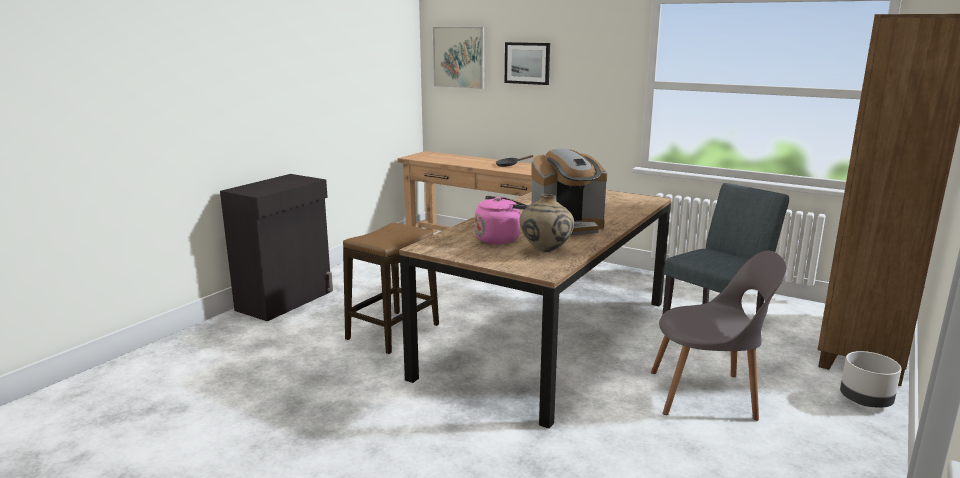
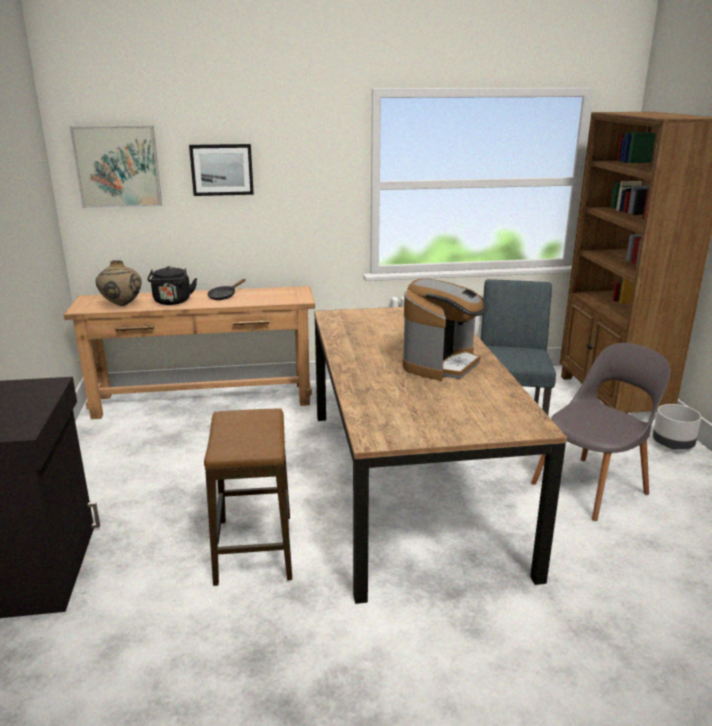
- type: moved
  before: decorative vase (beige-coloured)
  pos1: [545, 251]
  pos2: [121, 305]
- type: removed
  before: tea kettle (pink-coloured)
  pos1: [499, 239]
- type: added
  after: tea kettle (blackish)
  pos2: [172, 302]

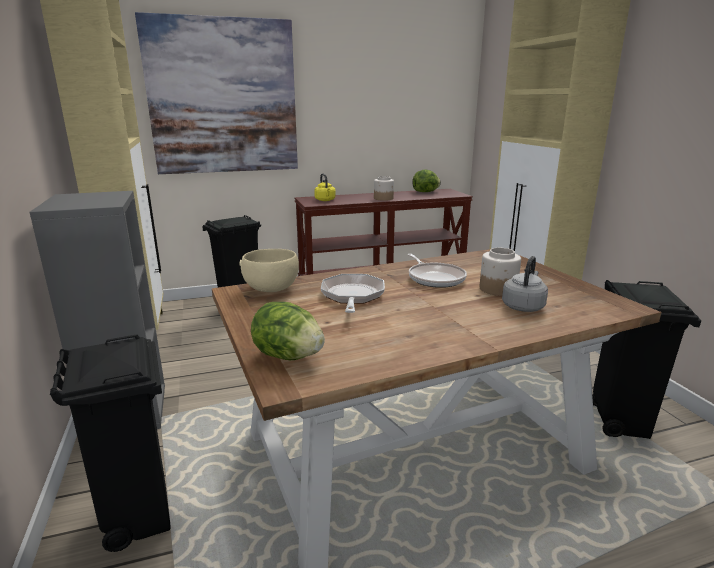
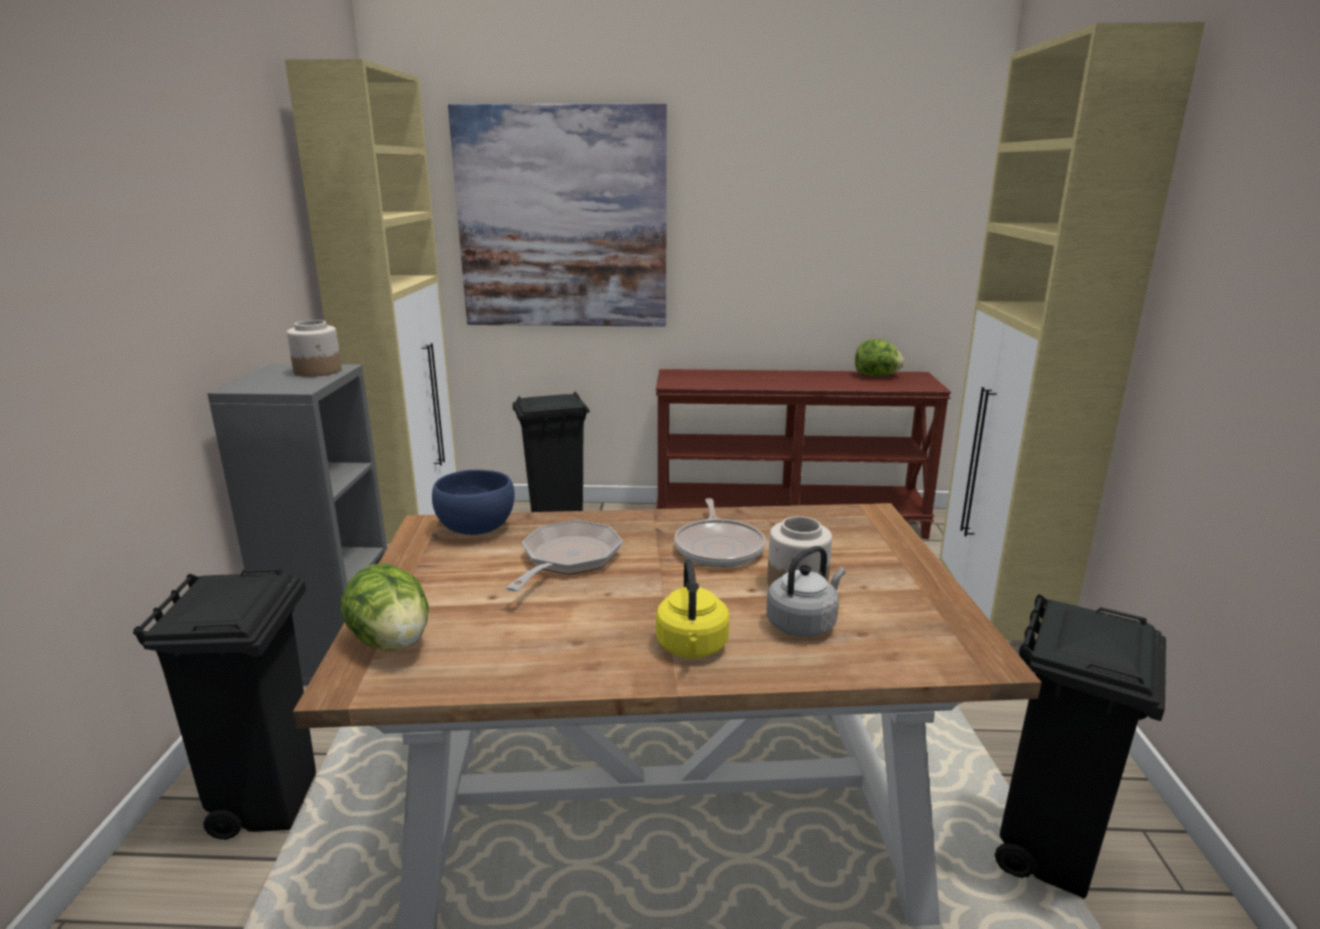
- type: moved
  before: tea kettle (yellow)
  pos1: [325, 200]
  pos2: [692, 648]
- type: moved
  before: jar
  pos1: [383, 198]
  pos2: [318, 371]
- type: recoloured
  before: serving bowl (beige-coloured)
  after: serving bowl (bluish)
  pos1: [271, 289]
  pos2: [476, 529]

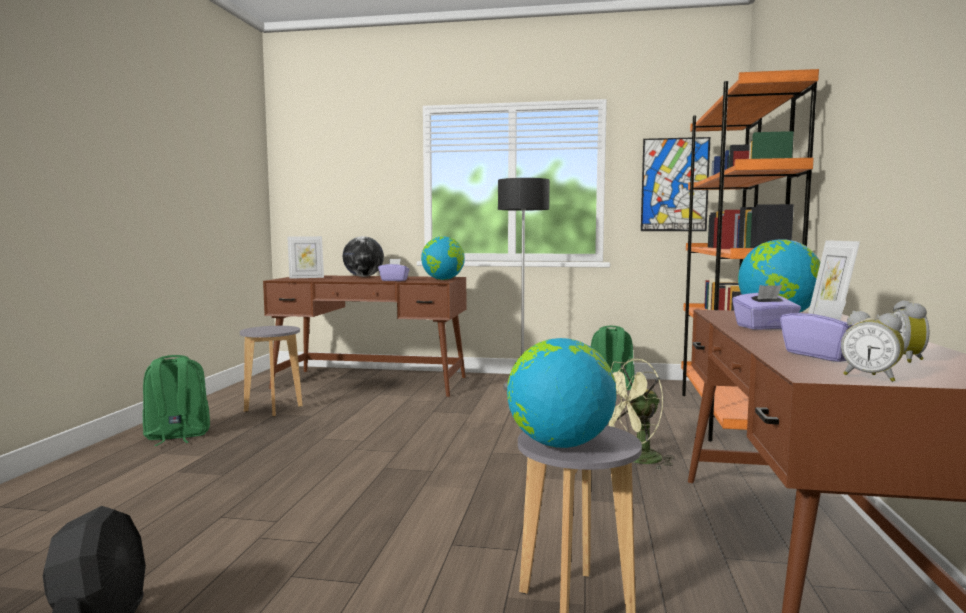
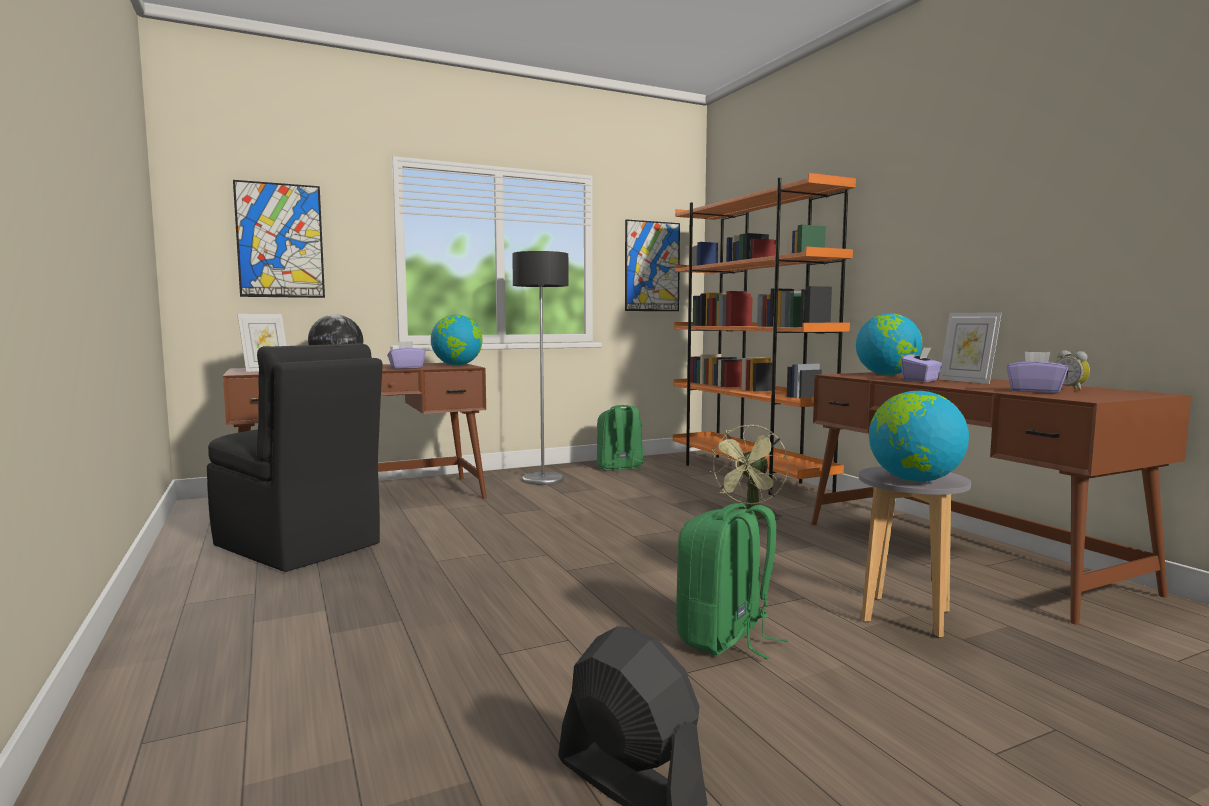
- type: removed
  before: alarm clock
  pos1: [870, 377]
- type: replaced
  before: sitting stool (gray)
  after: upright chair (blackish)
  pos1: [273, 409]
  pos2: [299, 546]
- type: moved
  before: knapsack (green-coloured)
  pos1: [177, 436]
  pos2: [725, 639]
- type: added
  after: wall picture
  pos2: [280, 240]

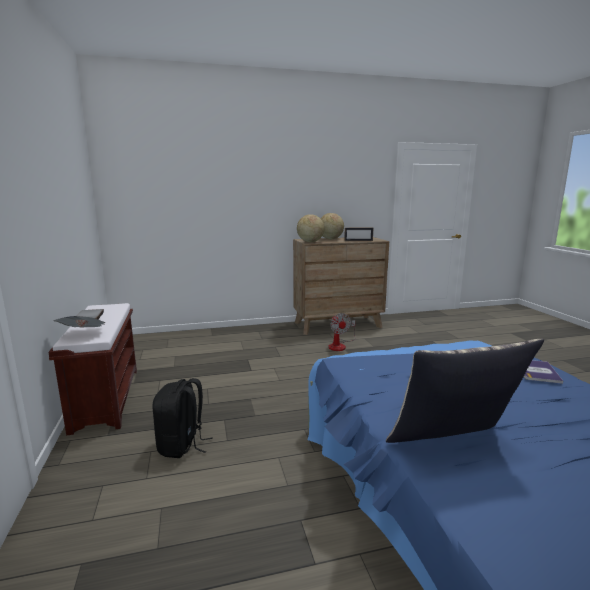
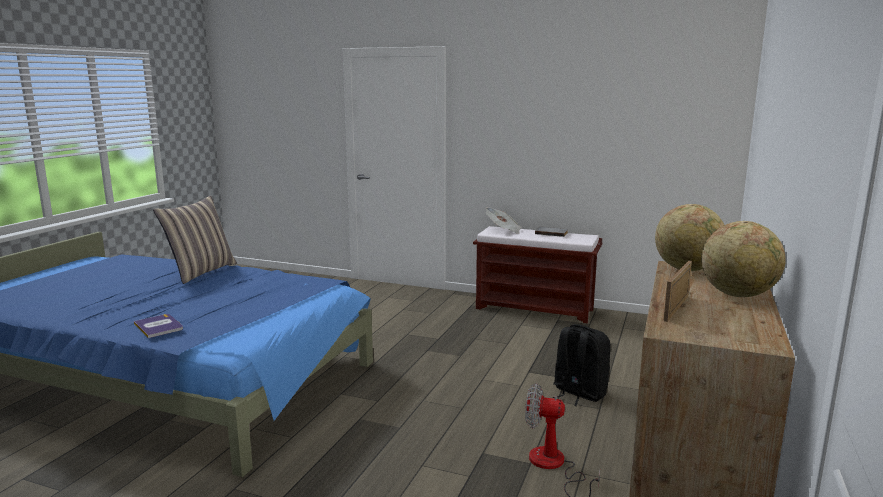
- type: moved
  before: knapsack (blackish)
  pos1: [182, 445]
  pos2: [578, 393]

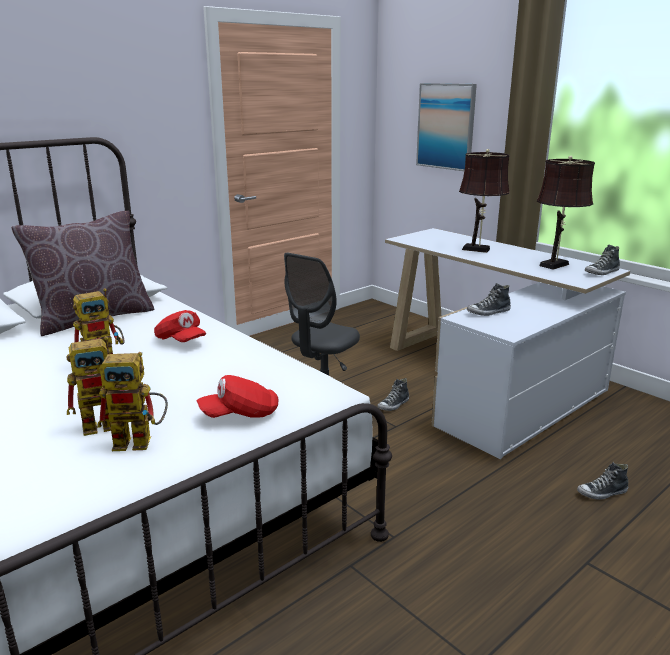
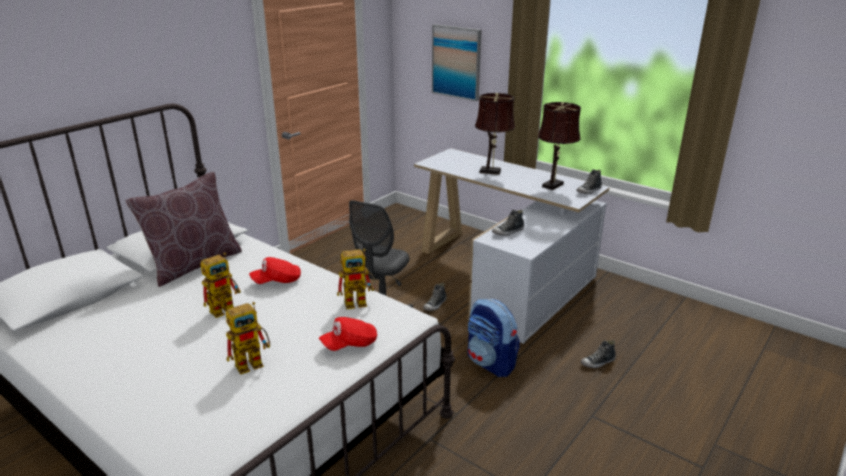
- type: turned
  before: baseball cap (red-coloured)
  pos1: [180, 341]
  pos2: [277, 281]
  turn: 120
- type: moved
  before: model robot
  pos1: [141, 441]
  pos2: [360, 302]
- type: added
  after: knapsack
  pos2: [491, 363]

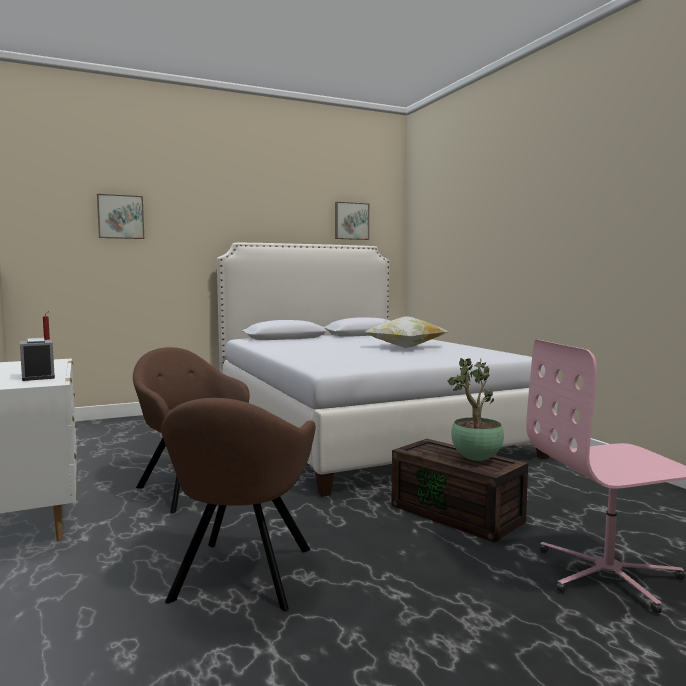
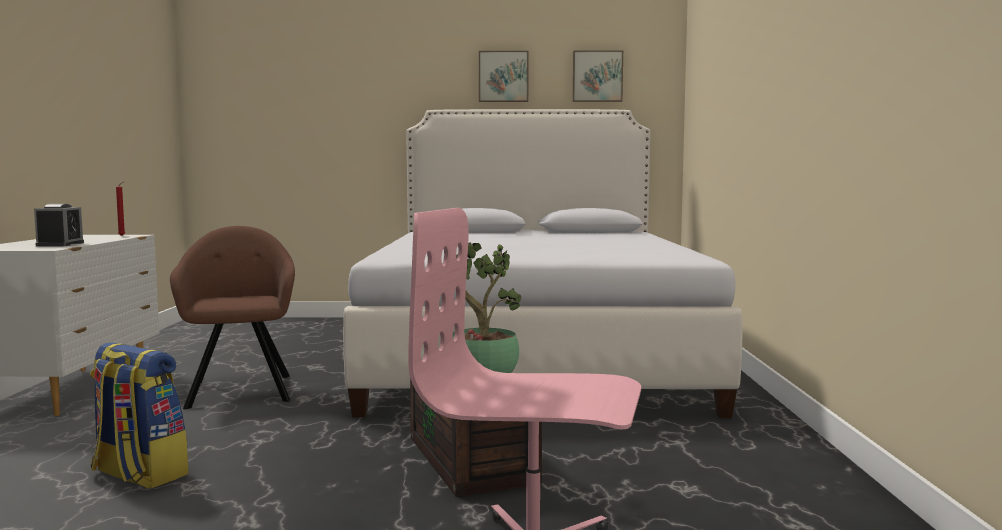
- type: moved
  before: wall picture
  pos1: [120, 217]
  pos2: [503, 77]
- type: removed
  before: throw pillow
  pos1: [405, 347]
- type: replaced
  before: easy chair (brownish)
  after: knapsack
  pos1: [241, 577]
  pos2: [138, 475]

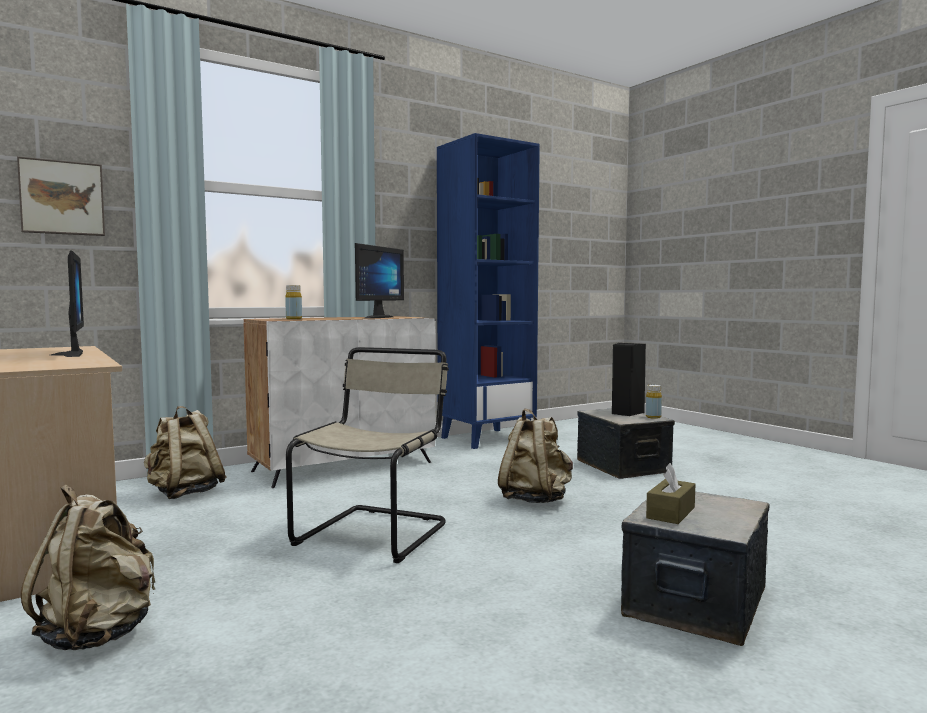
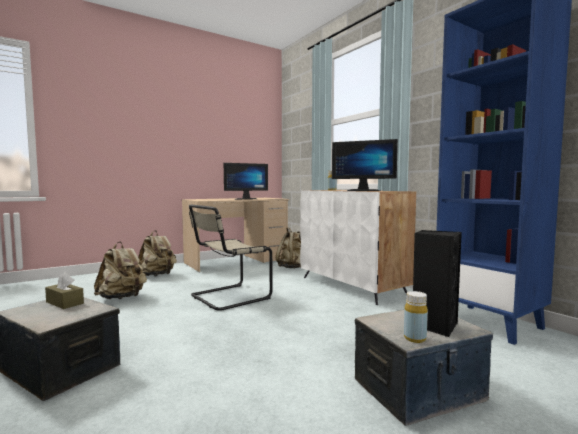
- type: removed
  before: wall picture
  pos1: [62, 198]
- type: turned
  before: upright chair (beige-coloured)
  pos1: [375, 532]
  pos2: [227, 297]
  turn: 120
- type: moved
  before: knapsack (beige-coloured)
  pos1: [535, 500]
  pos2: [122, 298]

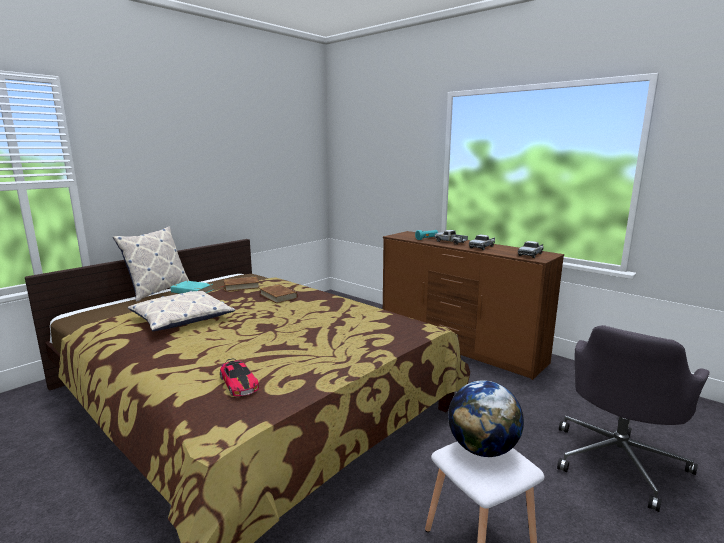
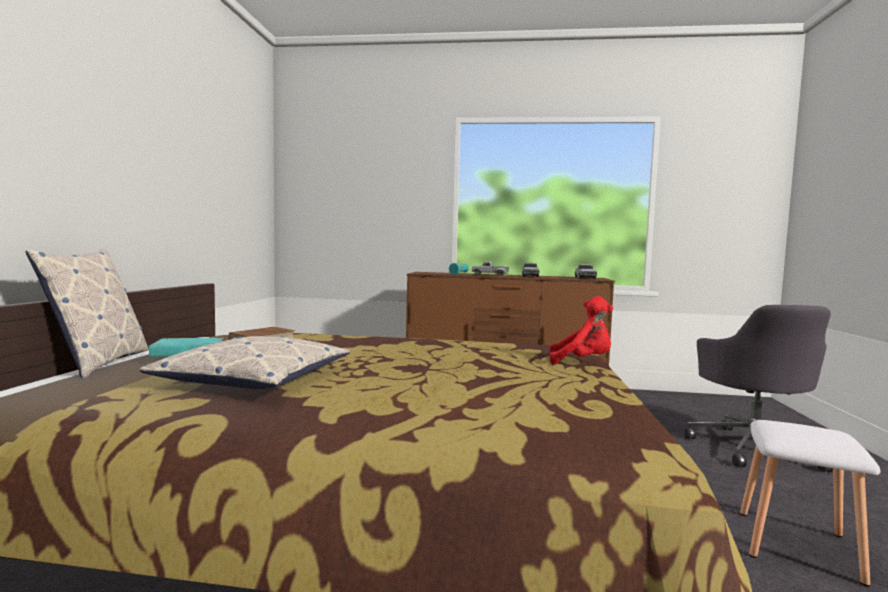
- type: removed
  before: book (brownish)
  pos1: [278, 296]
- type: removed
  before: model car
  pos1: [238, 383]
- type: removed
  before: desk globe
  pos1: [482, 449]
- type: added
  after: plush toy (red-coloured)
  pos2: [582, 362]

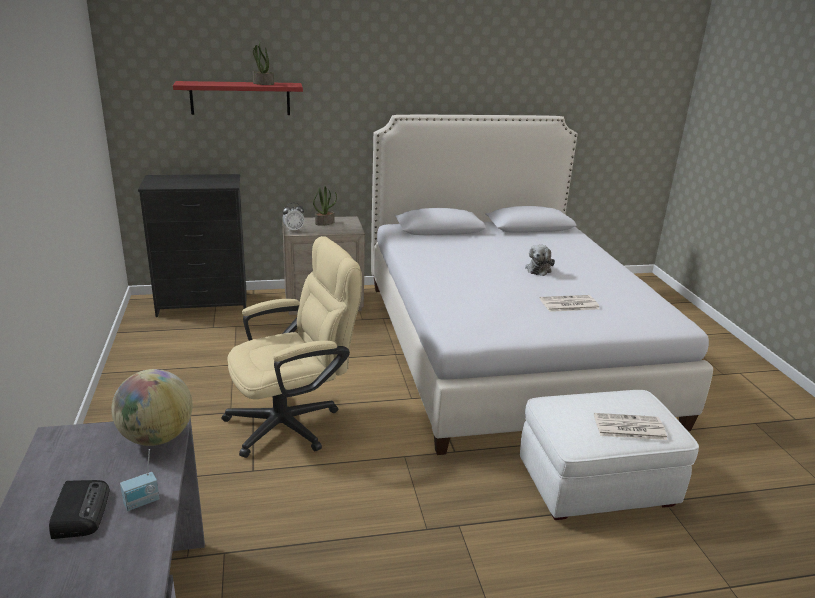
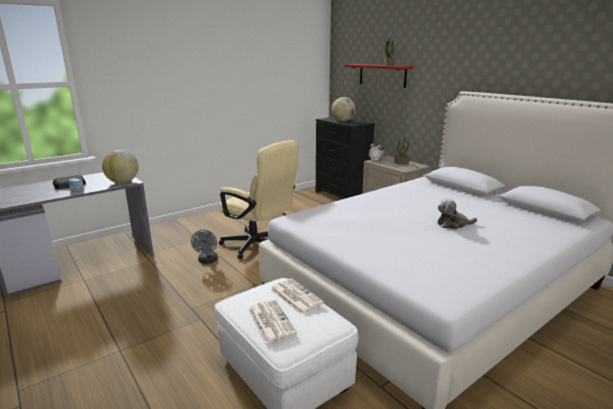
- type: moved
  before: daily paper
  pos1: [568, 304]
  pos2: [295, 296]
- type: added
  after: desk globe
  pos2: [343, 121]
- type: added
  after: electric fan (gray)
  pos2: [207, 261]

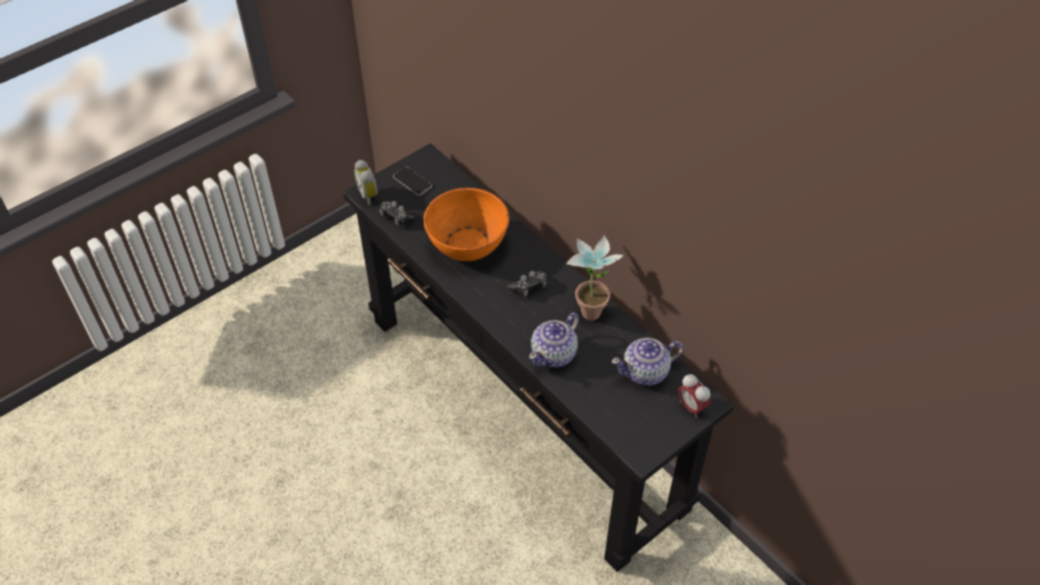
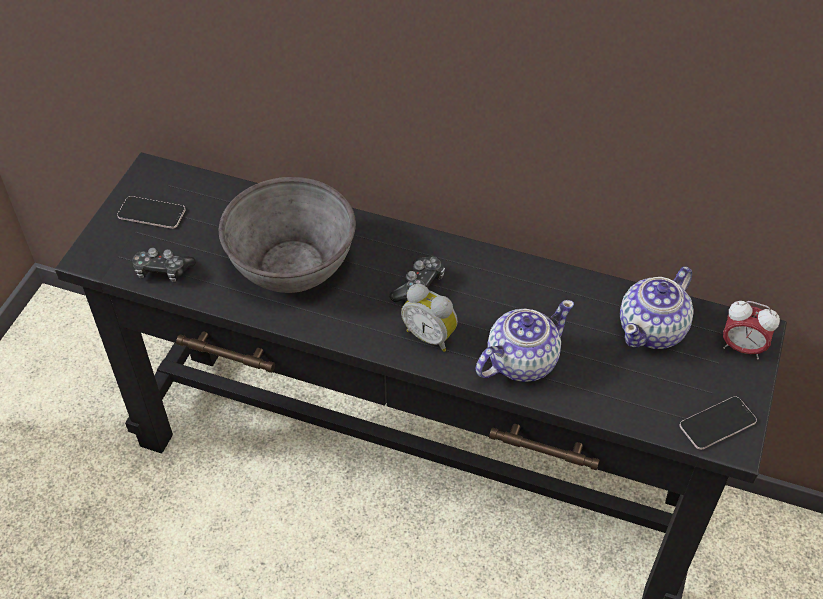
- type: moved
  before: alarm clock
  pos1: [369, 195]
  pos2: [430, 335]
- type: recoloured
  before: serving bowl (orange)
  after: serving bowl (gray)
  pos1: [467, 244]
  pos2: [291, 265]
- type: removed
  before: houseplant
  pos1: [591, 307]
- type: turned
  before: teapot
  pos1: [554, 354]
  pos2: [520, 361]
  turn: -135
- type: added
  after: phone
  pos2: [717, 423]

